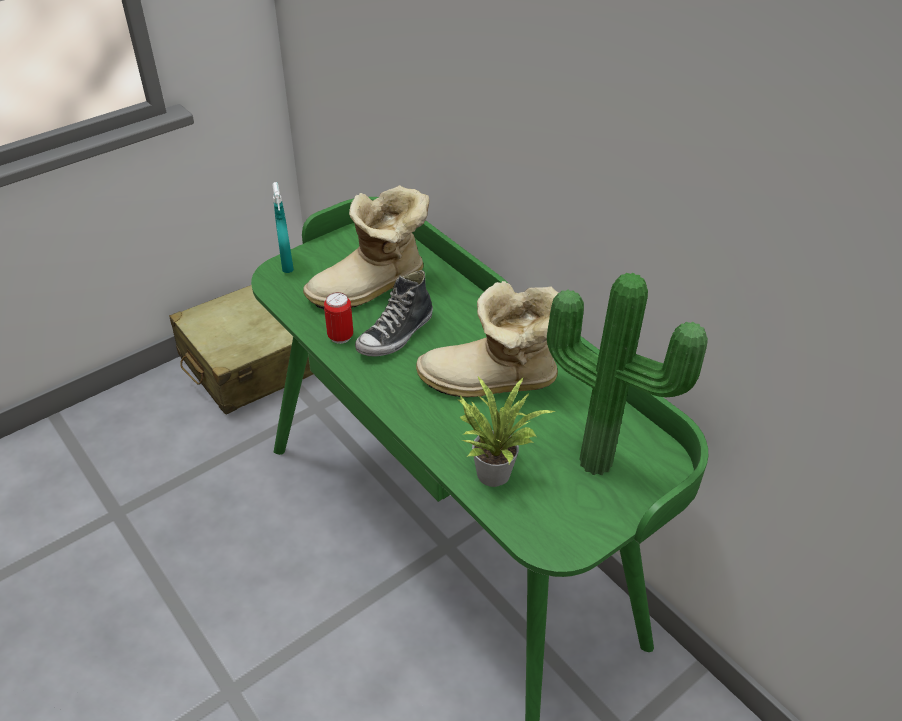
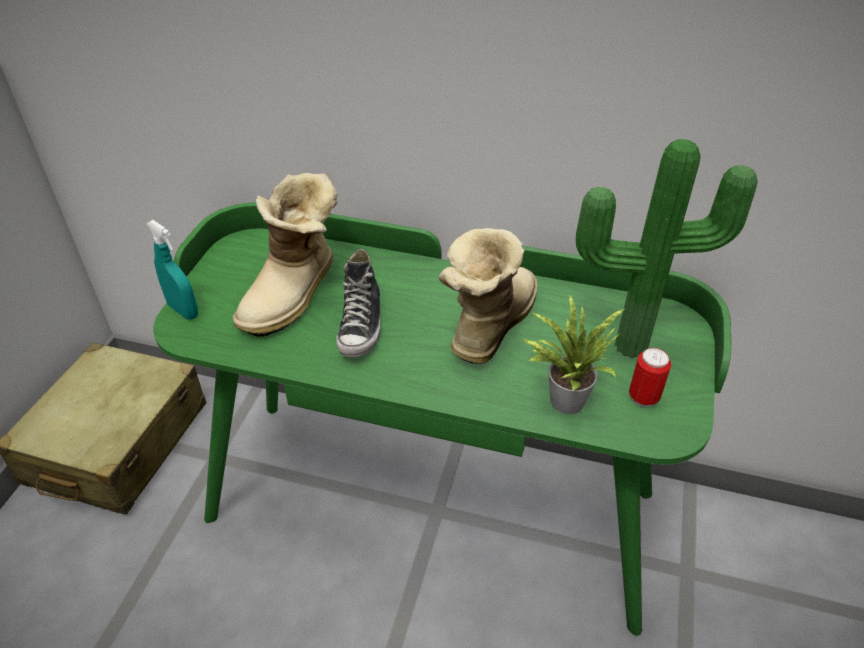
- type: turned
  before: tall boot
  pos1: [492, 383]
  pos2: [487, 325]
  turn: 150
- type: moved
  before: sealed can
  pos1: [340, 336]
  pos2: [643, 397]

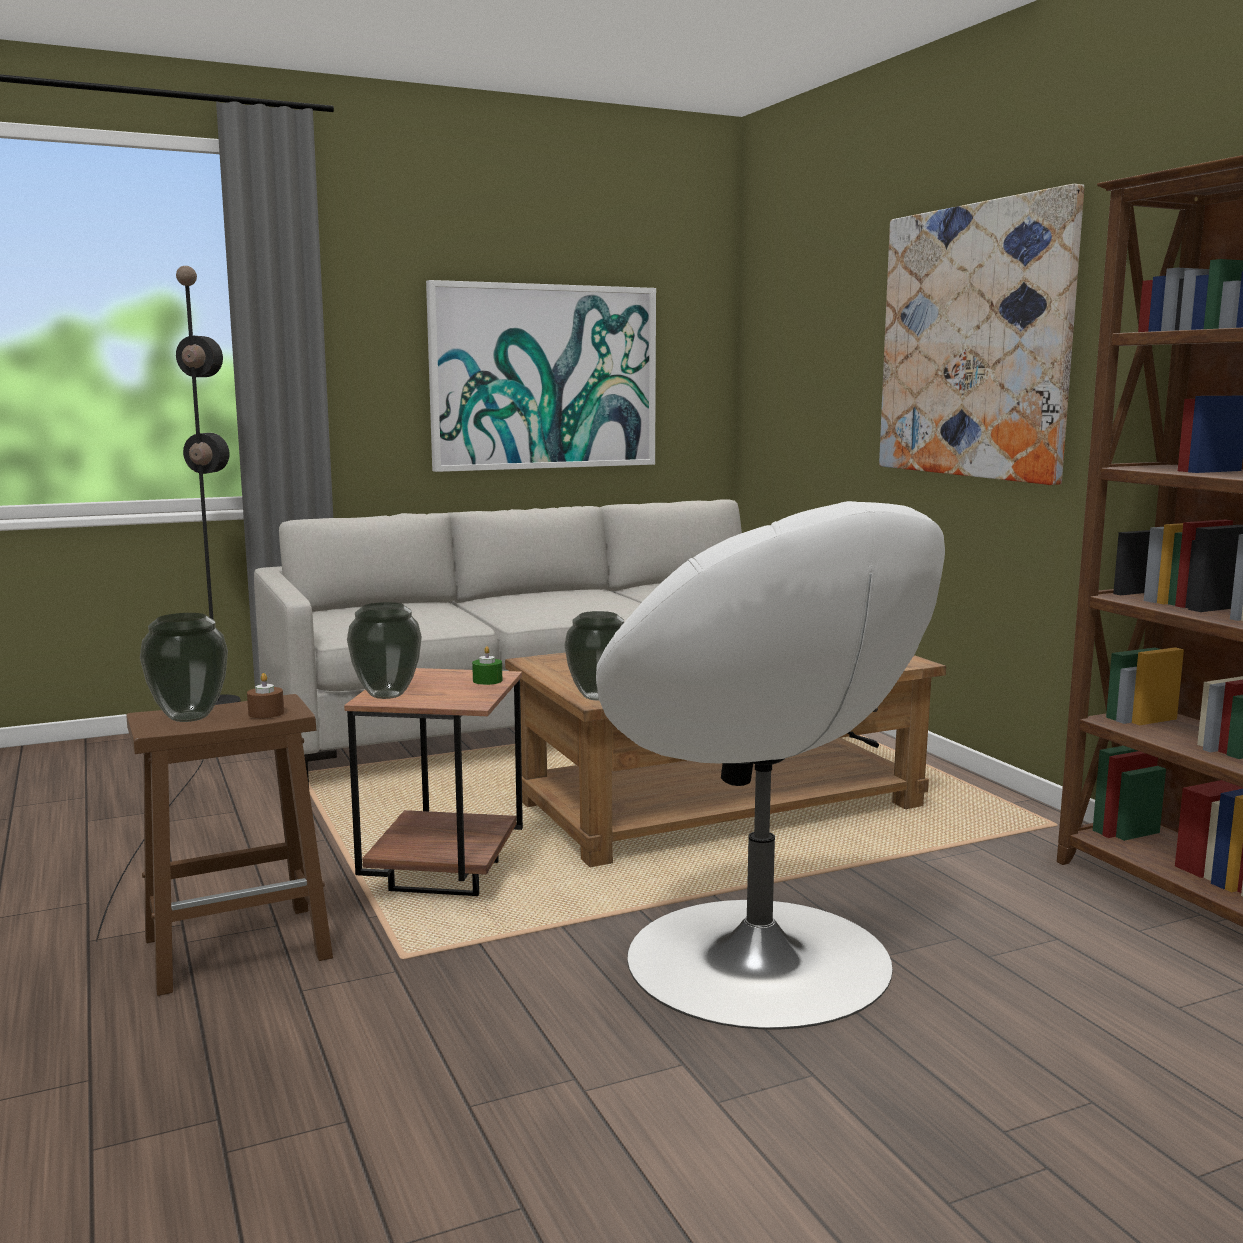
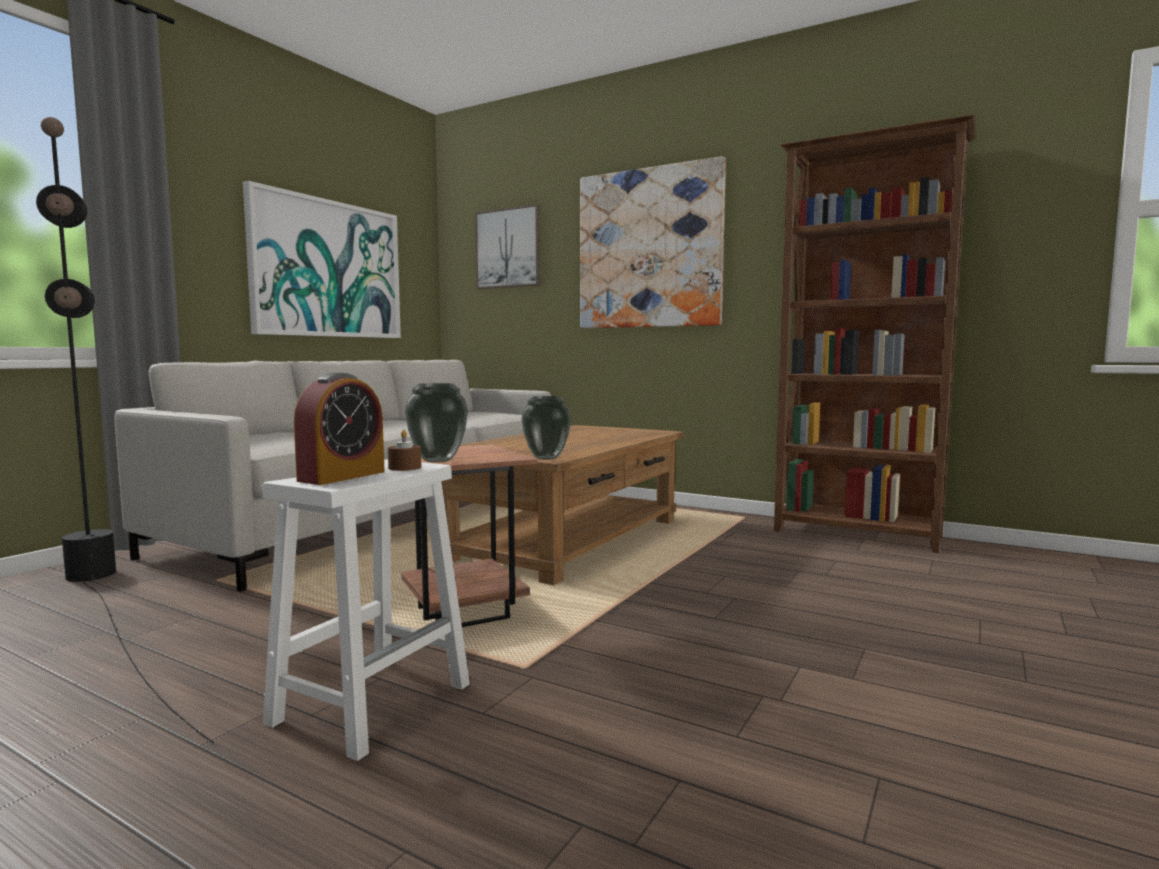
- type: removed
  before: easy chair (white-coloured)
  pos1: [760, 961]
- type: replaced
  before: decorative vase
  after: alarm clock
  pos1: [190, 717]
  pos2: [342, 476]
- type: removed
  before: candle (green-coloured)
  pos1: [487, 680]
- type: recoloured
  before: sitting stool (brownish)
  after: sitting stool (white-coloured)
  pos1: [240, 947]
  pos2: [373, 702]
- type: added
  after: wall picture
  pos2: [508, 248]

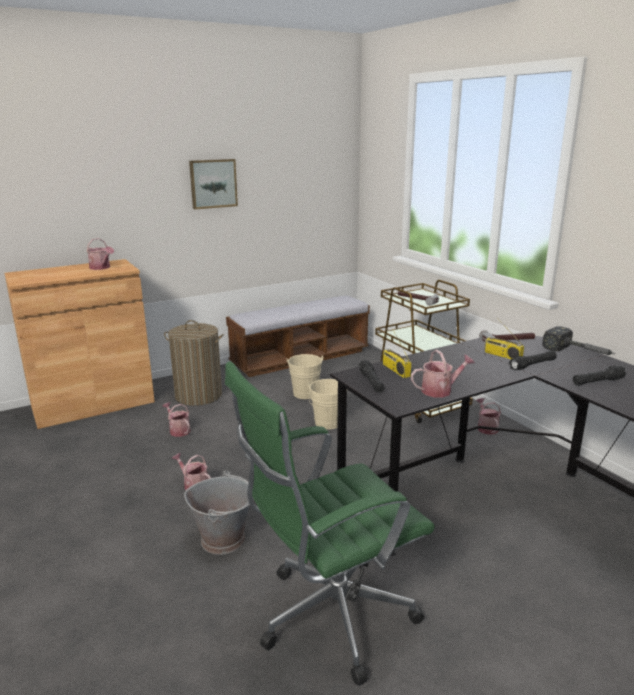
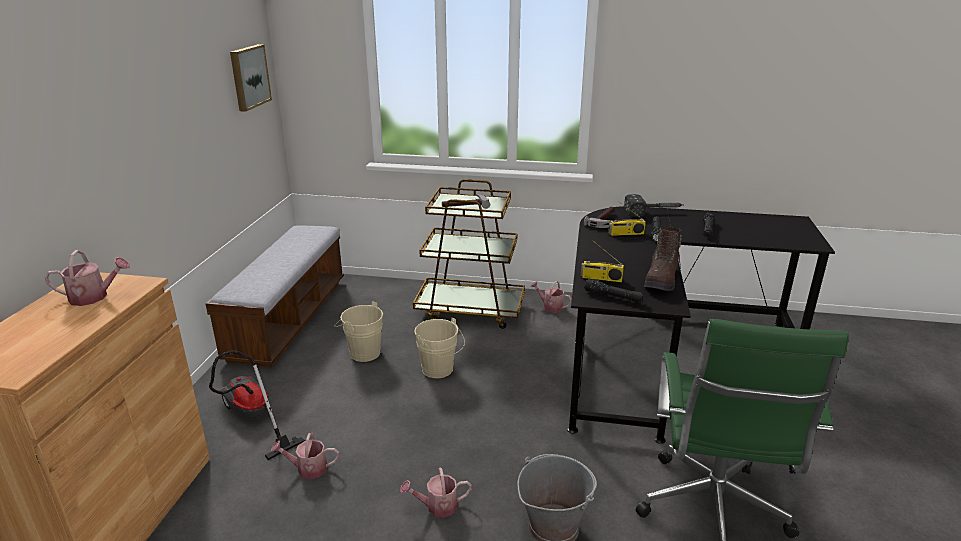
- type: moved
  before: wall picture
  pos1: [213, 183]
  pos2: [248, 77]
- type: replaced
  before: laundry basket
  after: vacuum
  pos1: [198, 395]
  pos2: [252, 419]
- type: replaced
  before: sprinkling can
  after: tall boot (brownish)
  pos1: [440, 390]
  pos2: [661, 280]

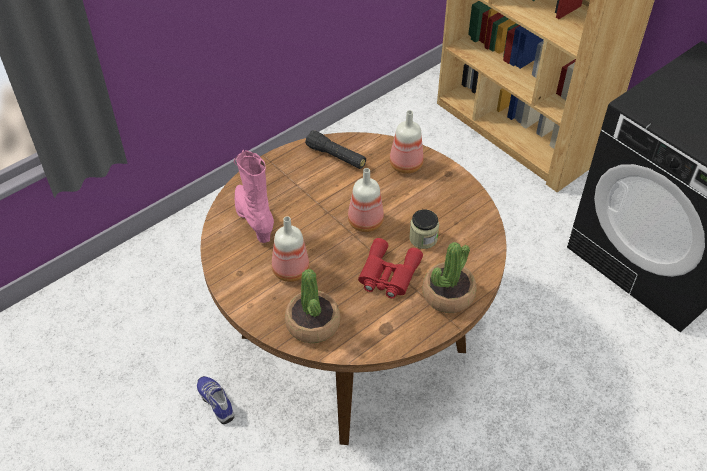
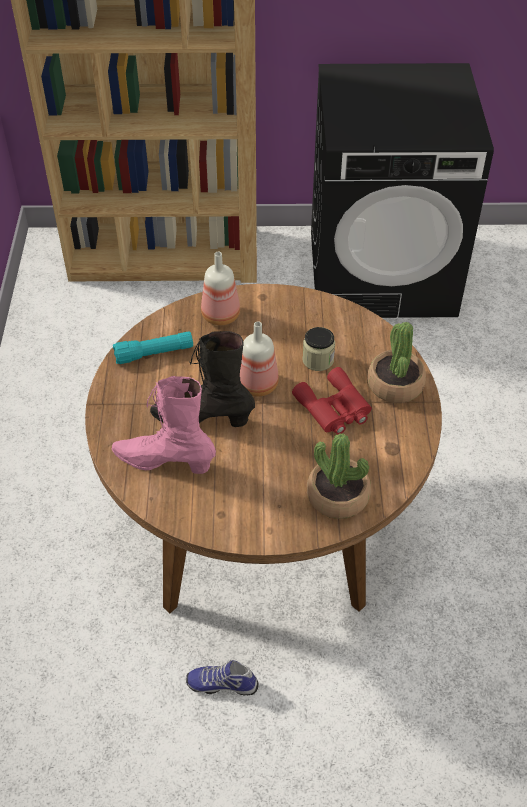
- type: recoloured
  before: hand torch (blackish)
  after: hand torch (blue-green)
  pos1: [336, 156]
  pos2: [154, 354]
- type: removed
  before: drink bottle
  pos1: [290, 271]
- type: added
  after: tall boot (blackish)
  pos2: [202, 419]

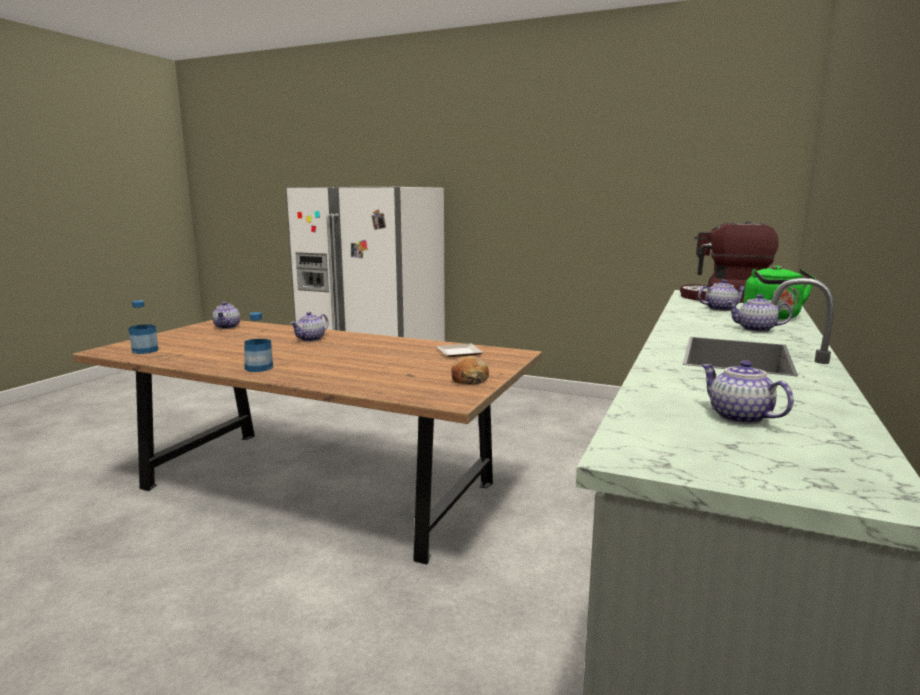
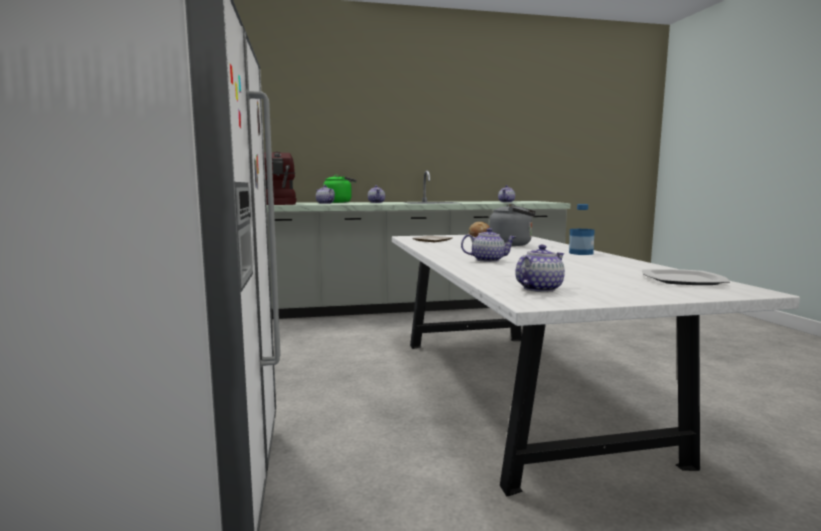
- type: replaced
  before: drink bottle
  after: plate
  pos1: [145, 350]
  pos2: [683, 280]
- type: recoloured
  before: dinner table (brownish)
  after: dinner table (white-coloured)
  pos1: [317, 485]
  pos2: [514, 391]
- type: added
  after: tea kettle (gray)
  pos2: [513, 244]

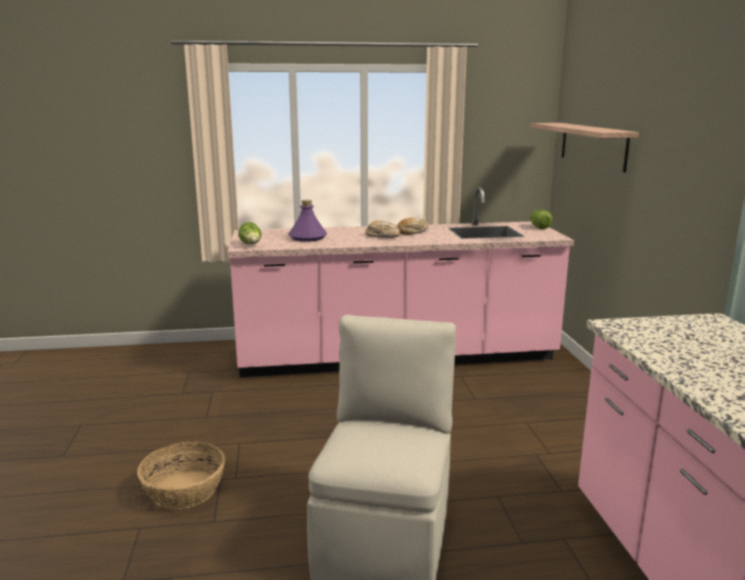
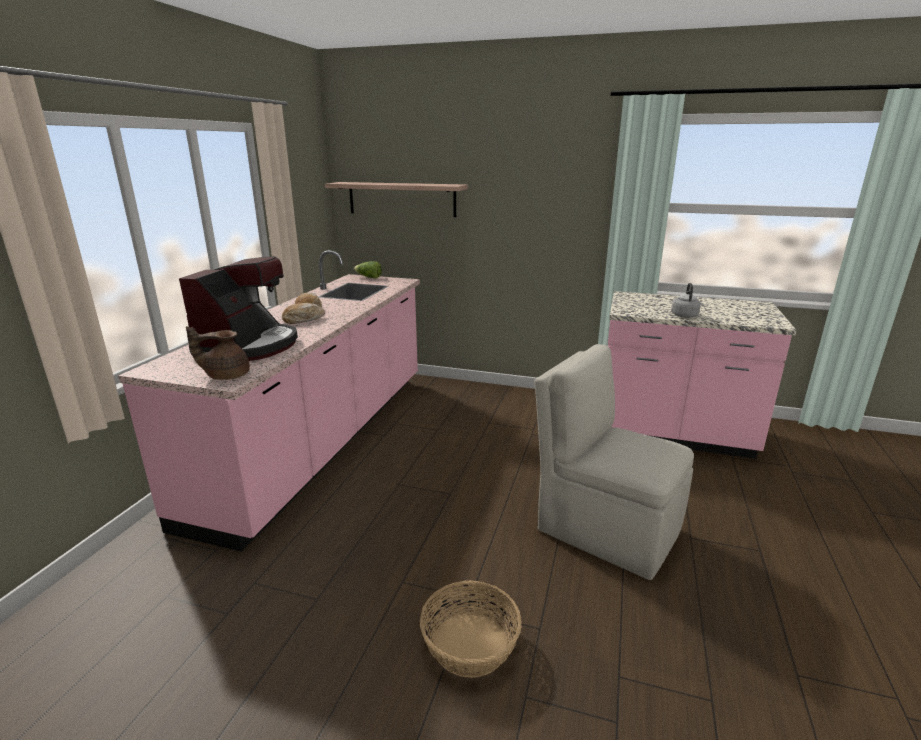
- type: replaced
  before: drink bottle (purple-coloured)
  after: coffee brewer
  pos1: [308, 238]
  pos2: [249, 346]
- type: replaced
  before: lettuce
  after: teapot (brownish)
  pos1: [251, 245]
  pos2: [226, 375]
- type: added
  after: tea kettle (gray)
  pos2: [684, 315]

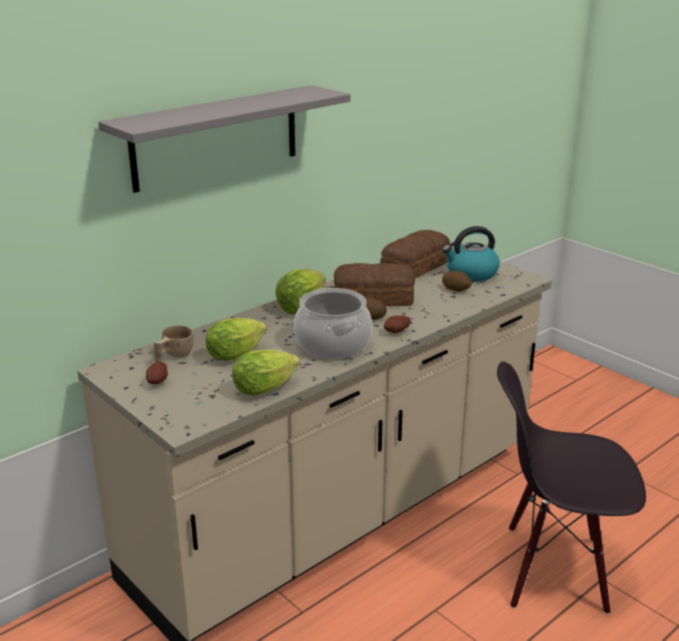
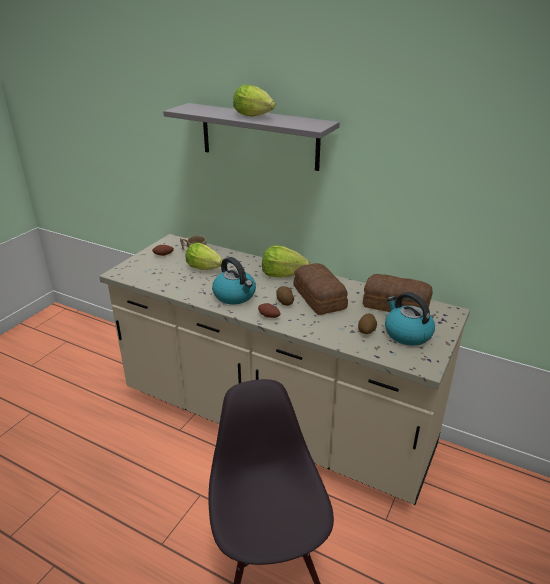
- type: replaced
  before: cooking pot
  after: tea kettle
  pos1: [332, 344]
  pos2: [235, 296]
- type: moved
  before: lettuce
  pos1: [268, 388]
  pos2: [255, 116]

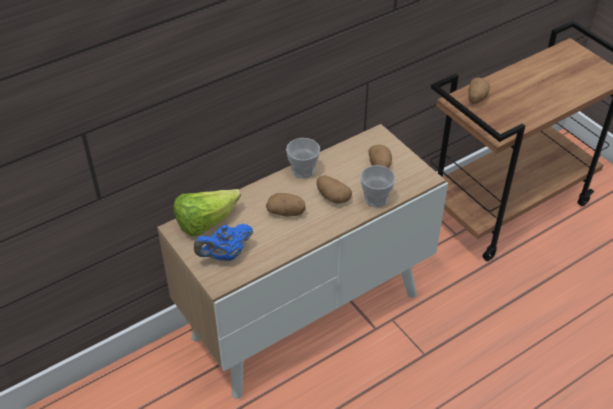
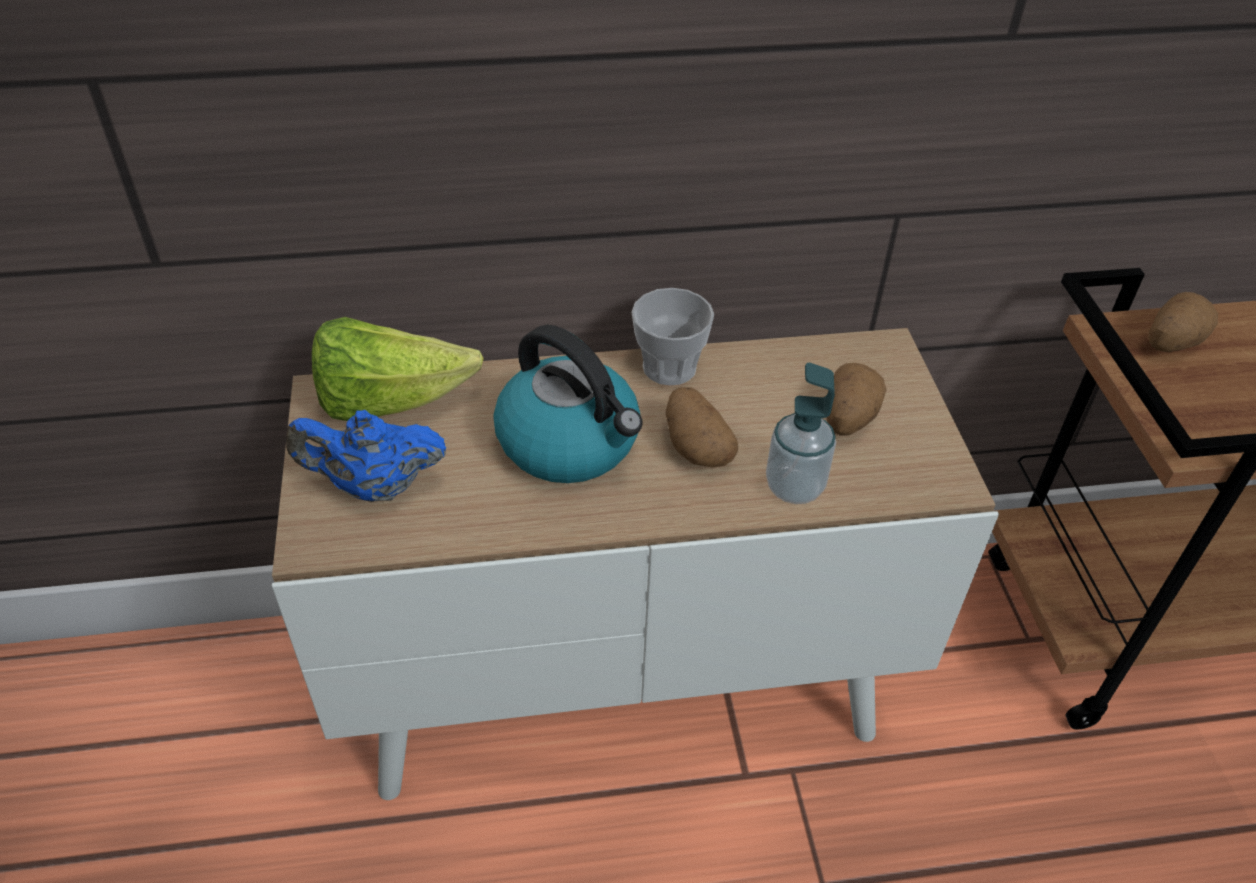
- type: replaced
  before: cup
  after: liquid soap bottle
  pos1: [376, 199]
  pos2: [794, 487]
- type: replaced
  before: potato
  after: tea kettle
  pos1: [286, 212]
  pos2: [571, 443]

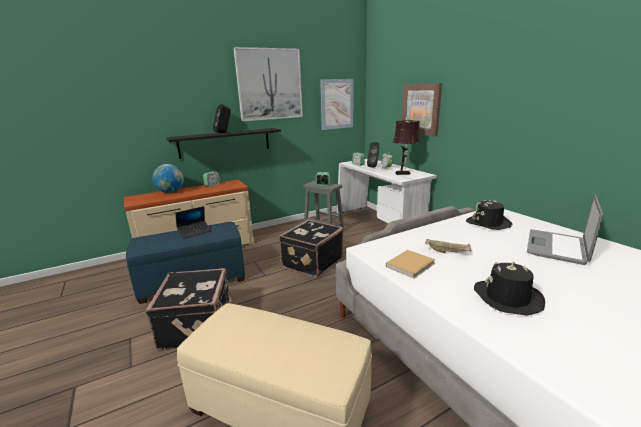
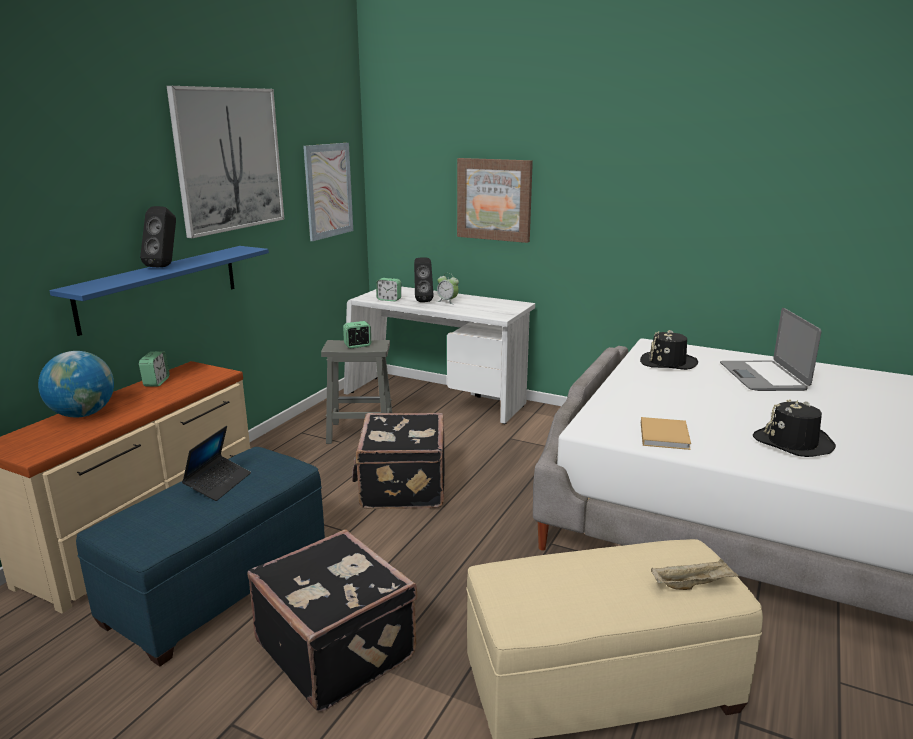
- type: removed
  before: tabletop lamp (brownish)
  pos1: [404, 173]
- type: recoloured
  before: bracket shelf (blackish)
  after: bracket shelf (bluish)
  pos1: [225, 143]
  pos2: [161, 287]
- type: moved
  before: serving tray (beige-coloured)
  pos1: [448, 252]
  pos2: [692, 584]

